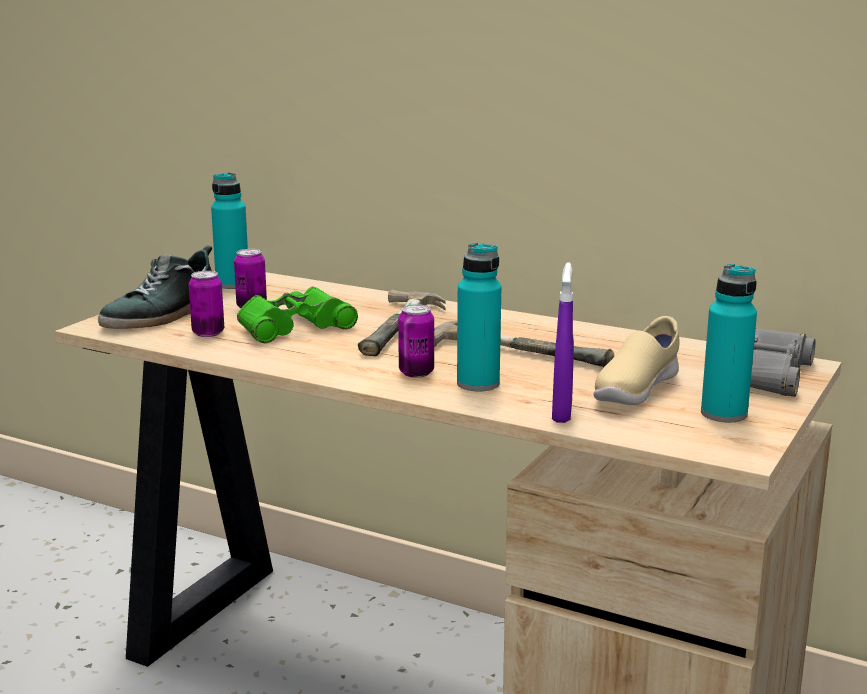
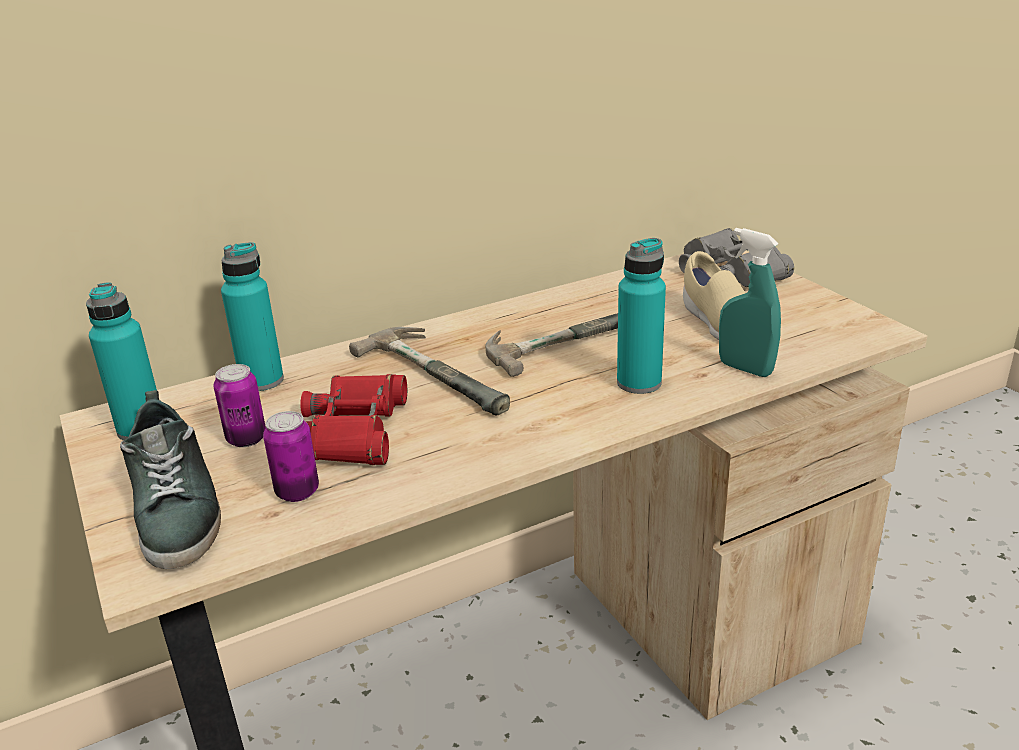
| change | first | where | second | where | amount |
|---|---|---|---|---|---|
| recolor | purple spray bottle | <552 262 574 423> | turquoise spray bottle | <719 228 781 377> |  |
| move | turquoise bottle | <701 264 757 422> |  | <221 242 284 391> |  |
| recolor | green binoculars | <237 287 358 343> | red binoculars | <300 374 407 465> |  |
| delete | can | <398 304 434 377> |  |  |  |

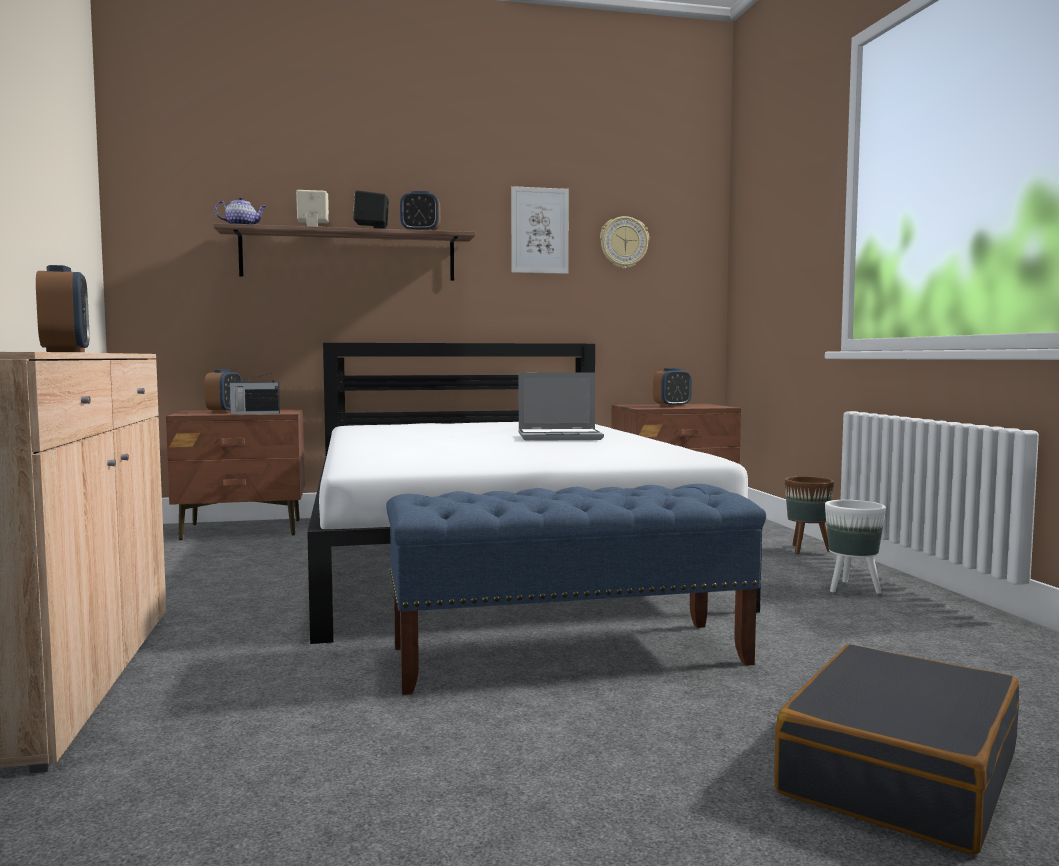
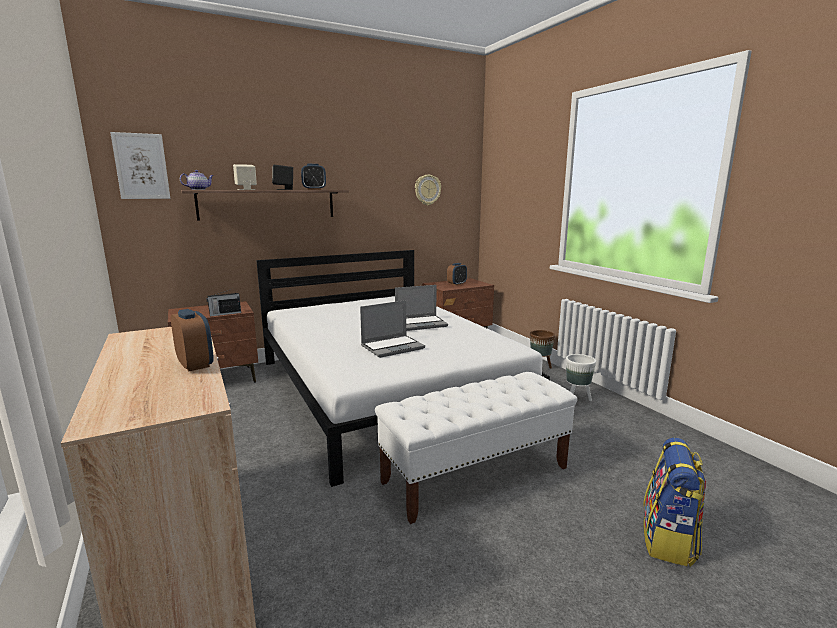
| change | first | where | second | where | amount |
|---|---|---|---|---|---|
| move | picture | <511 186 569 274> |  | <110 132 171 199> |  |
| delete | alarm clock | <204 369 242 413> |  |  |  |
| recolor | blue bench | <386 484 766 695> | white bench | <375 372 578 524> |  |
| replace | black suitcase | <774 644 1019 855> | backpack | <643 437 706 567> |  |
| insert |  |  | laptop | <360 300 425 358> |  |

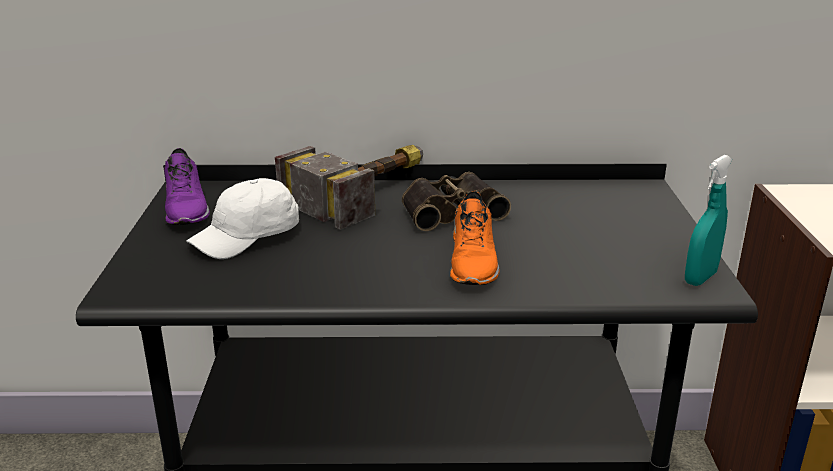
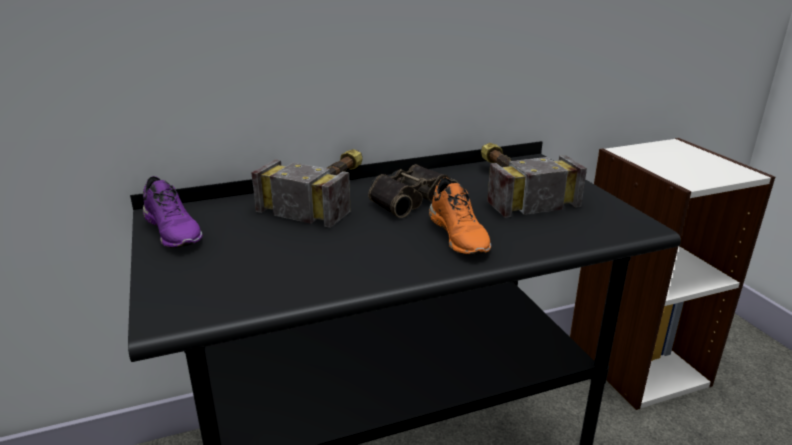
| change | first | where | second | where | amount |
|---|---|---|---|---|---|
| delete | turquoise spray bottle | <685 155 732 286> |  |  |  |
| delete | white cap | <186 178 299 259> |  |  |  |
| insert |  |  | hammer | <481 143 587 218> |  |

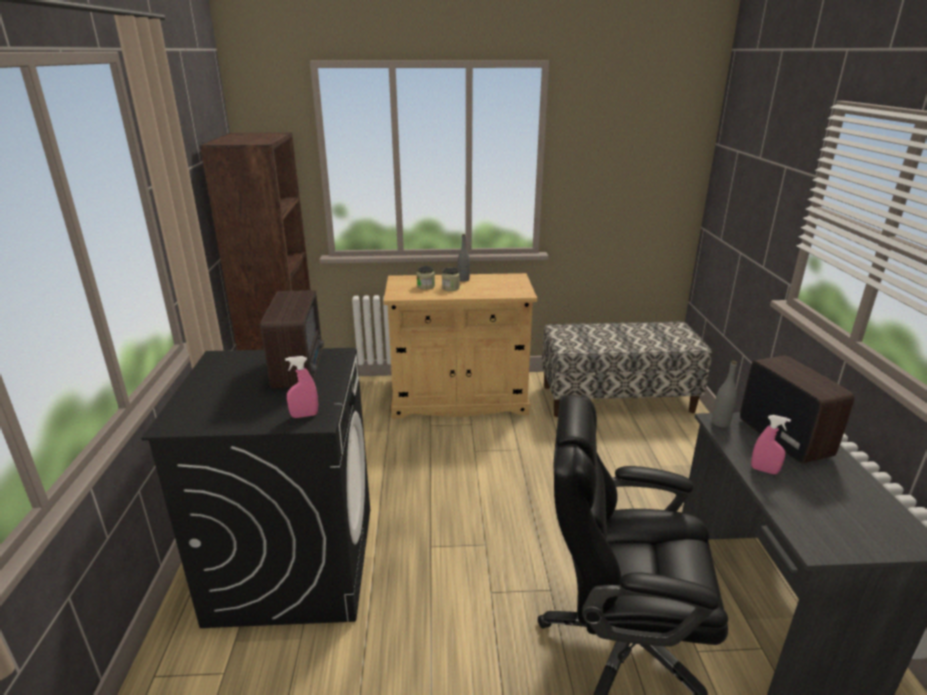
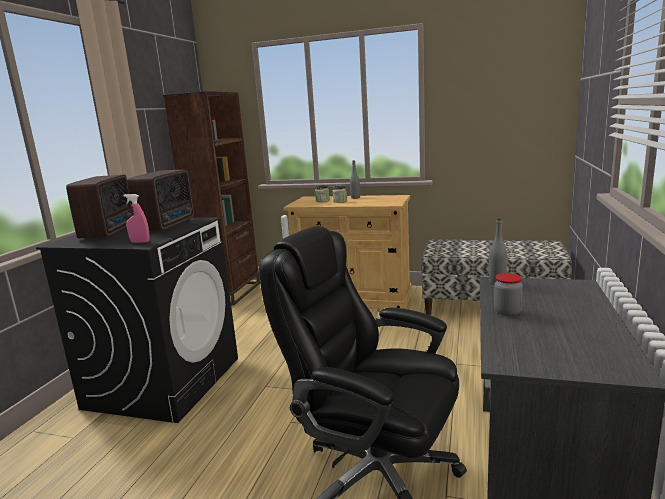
| change | first | where | second | where | amount |
|---|---|---|---|---|---|
| move | radio | <740 355 854 463> |  | <66 175 133 238> |  |
| replace | pink spray bottle | <751 415 791 474> | jar | <494 273 523 316> |  |

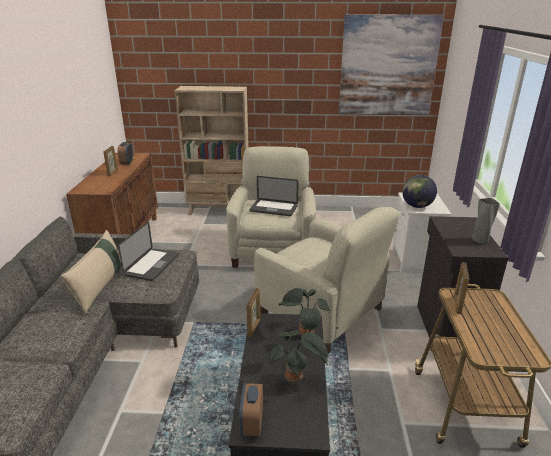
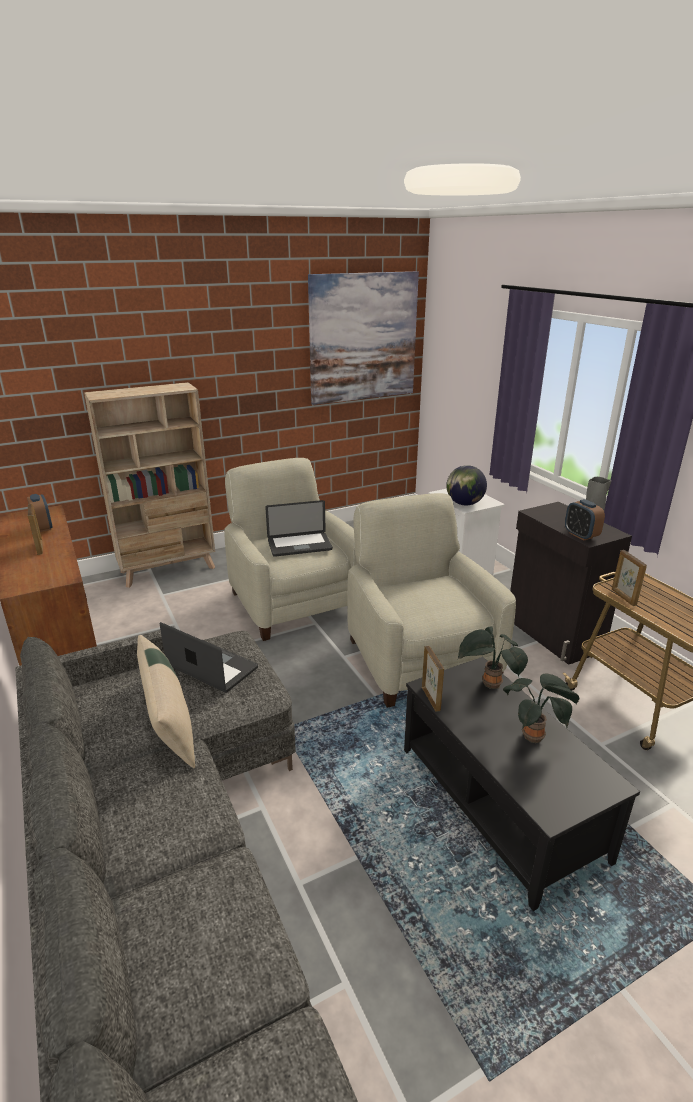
| change | first | where | second | where | amount |
|---|---|---|---|---|---|
| rotate | beige armchair | <254 207 400 354> |  | <347 493 516 708> | 120 degrees counterclockwise |
| rotate | laptop | <118 222 179 281> |  | <160 622 258 693> | 45 degrees counterclockwise |
| move | alarm clock | <239 383 263 436> |  | <565 499 605 540> |  |

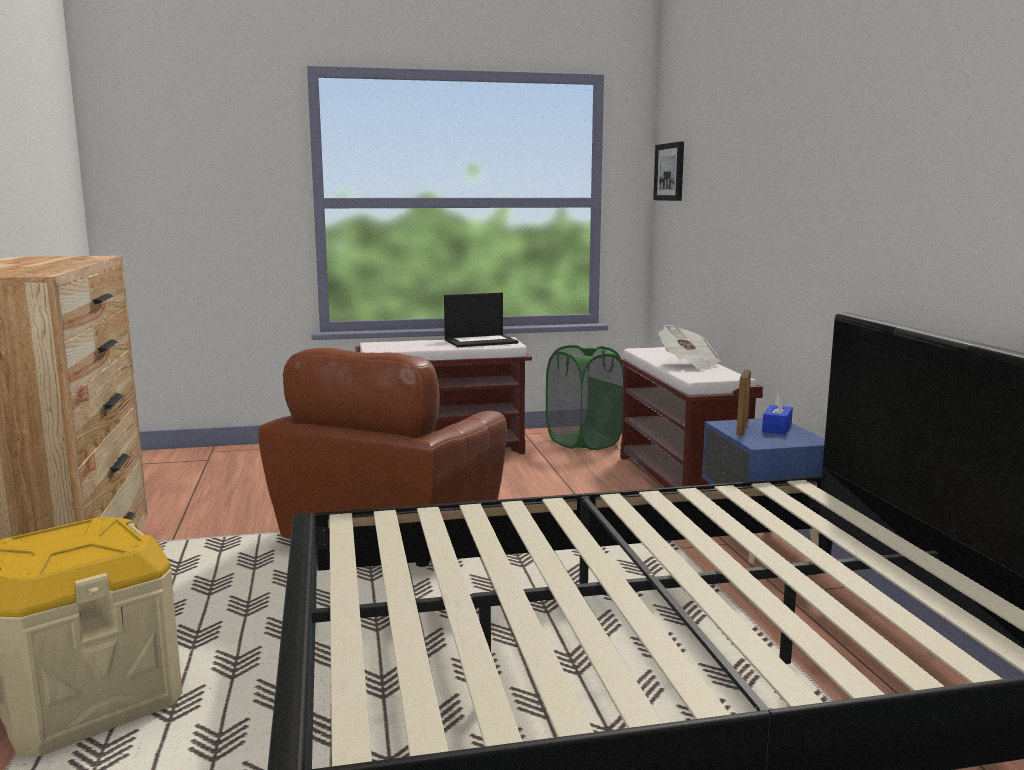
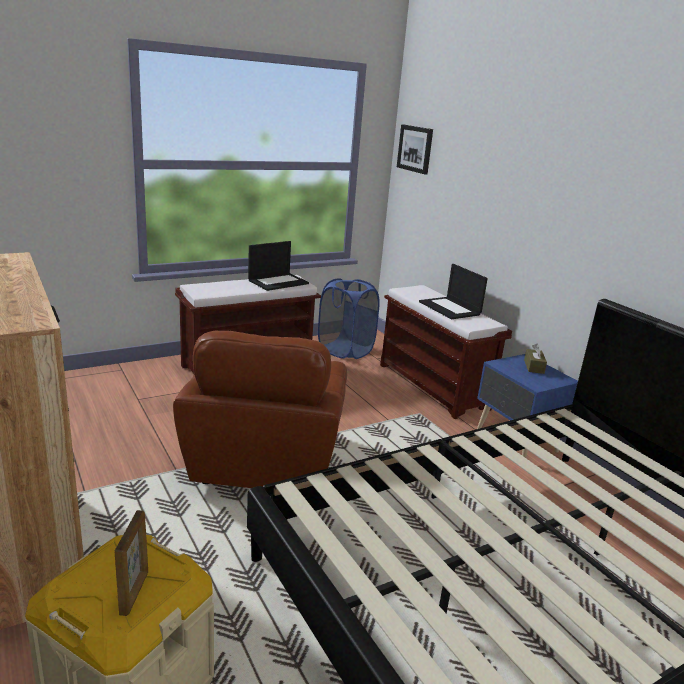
| change | first | where | second | where | amount |
|---|---|---|---|---|---|
| replace | newspaper | <658 325 721 370> | laptop | <419 264 488 319> |  |
| recolor | green laundry basket | <546 345 624 450> | blue laundry basket | <318 278 380 359> |  |
| move | picture frame | <736 369 751 436> |  | <115 510 148 616> |  |
| recolor | blue tissue box | <762 393 793 435> | brown tissue box | <524 343 547 374> |  |

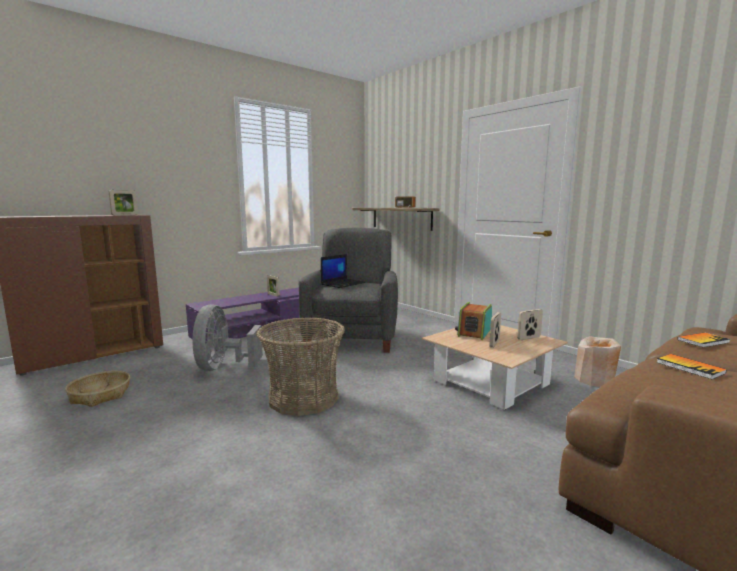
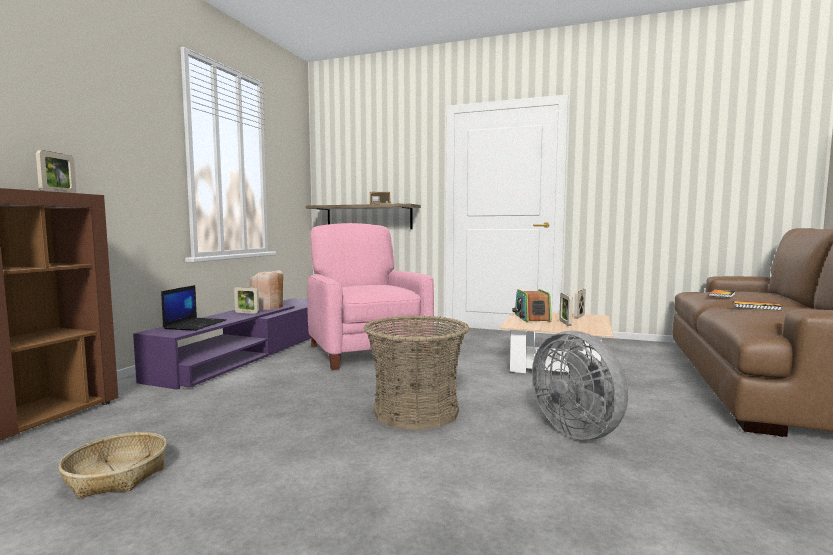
| change | first | where | second | where | amount |
|---|---|---|---|---|---|
| recolor | grey armchair | <299 227 398 353> | pink armchair | <307 223 434 370> |  |
| move | laptop | <321 254 366 288> |  | <161 285 227 331> |  |
| move | grey fan | <192 304 263 371> |  | <532 331 628 440> |  |
| move | beige vase | <574 336 621 387> |  | <249 270 283 310> |  |

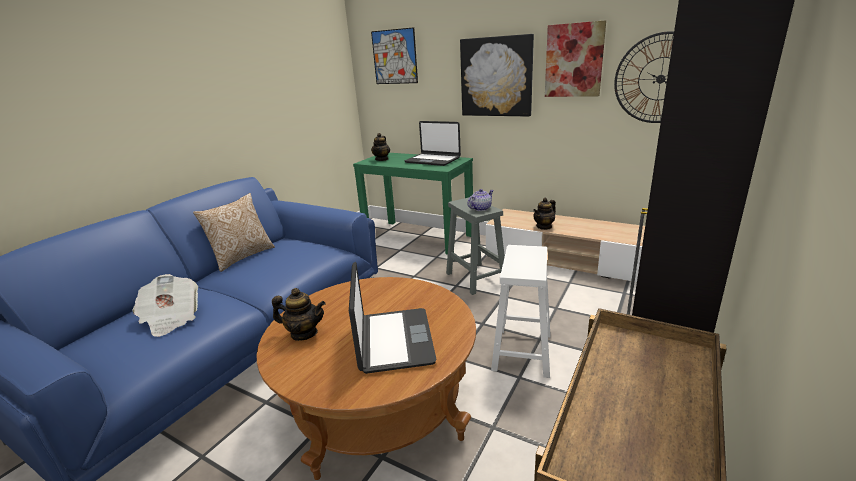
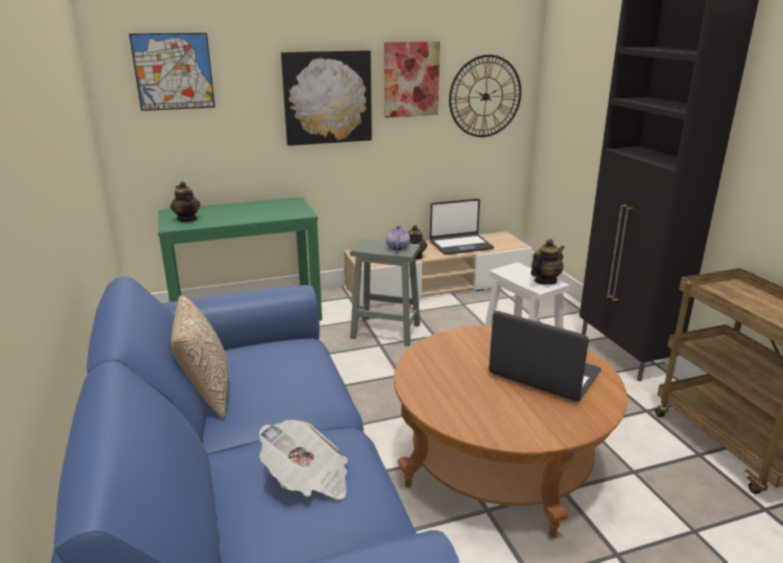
| change | first | where | second | where | amount |
|---|---|---|---|---|---|
| move | laptop | <405 121 461 166> |  | <430 199 494 255> |  |
| move | teapot | <272 288 326 341> |  | <531 239 565 285> |  |

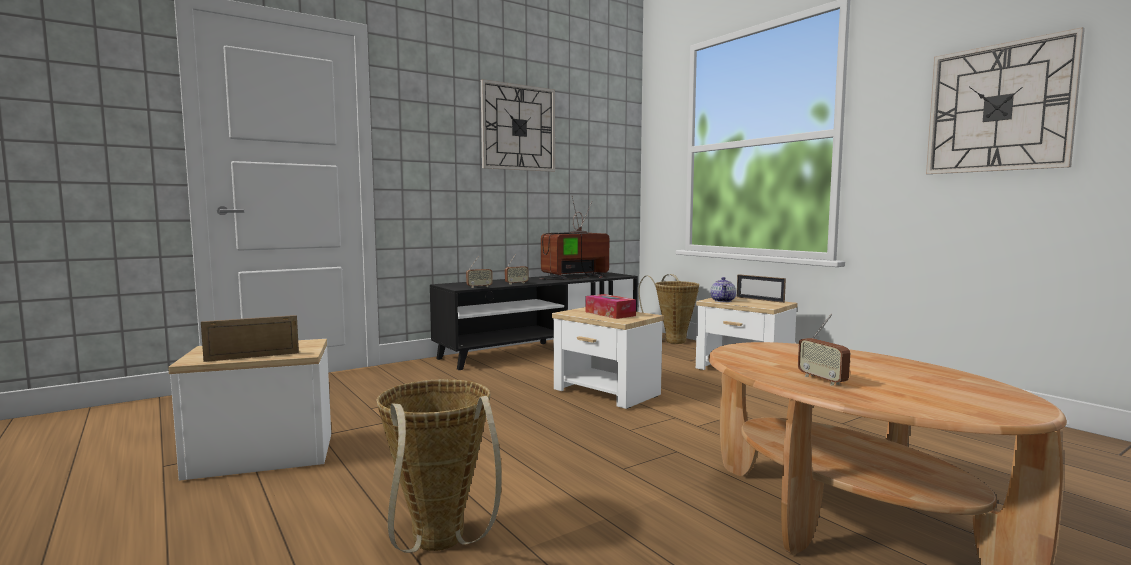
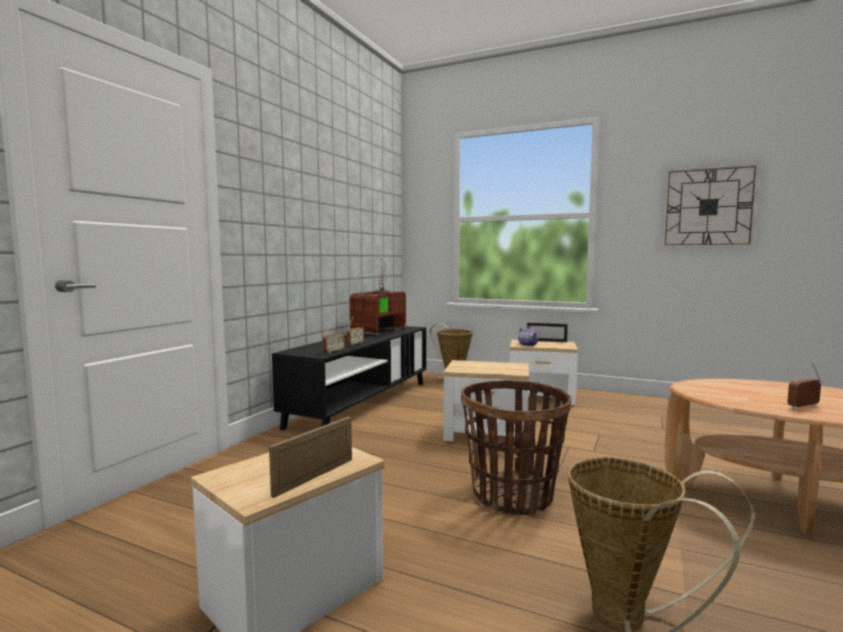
| change | first | where | second | where | amount |
|---|---|---|---|---|---|
| delete | wall clock | <481 79 555 172> |  |  |  |
| delete | tissue box | <585 294 636 319> |  |  |  |
| rotate | radio | <798 314 850 386> |  | <787 361 822 410> | 120 degrees clockwise |
| insert |  |  | basket | <461 380 571 516> |  |

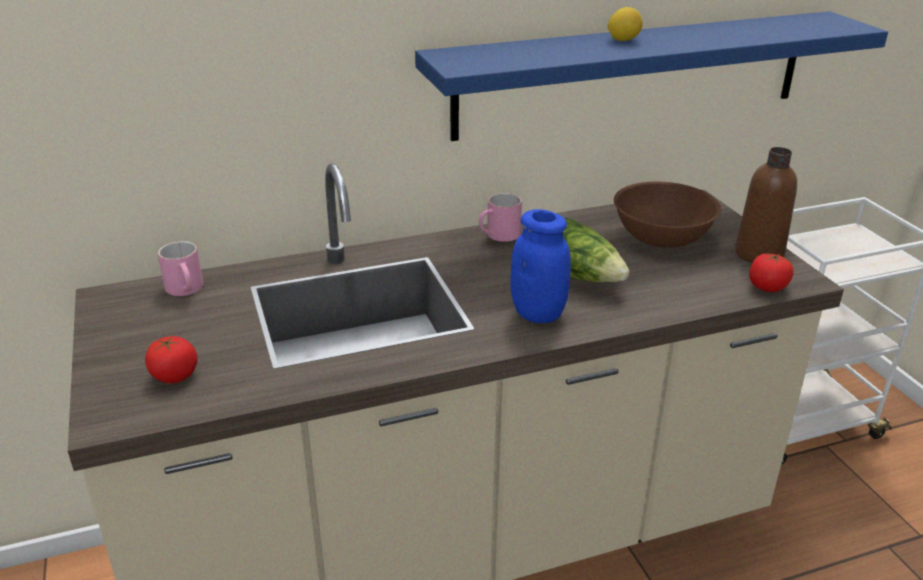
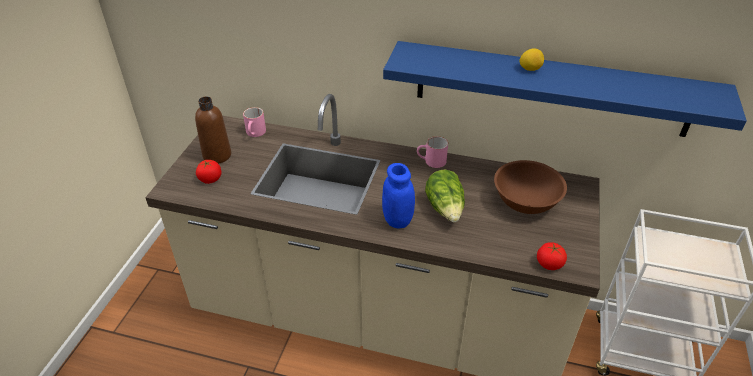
| change | first | where | second | where | amount |
|---|---|---|---|---|---|
| move | brown bottle | <735 147 797 263> |  | <195 97 231 164> |  |

